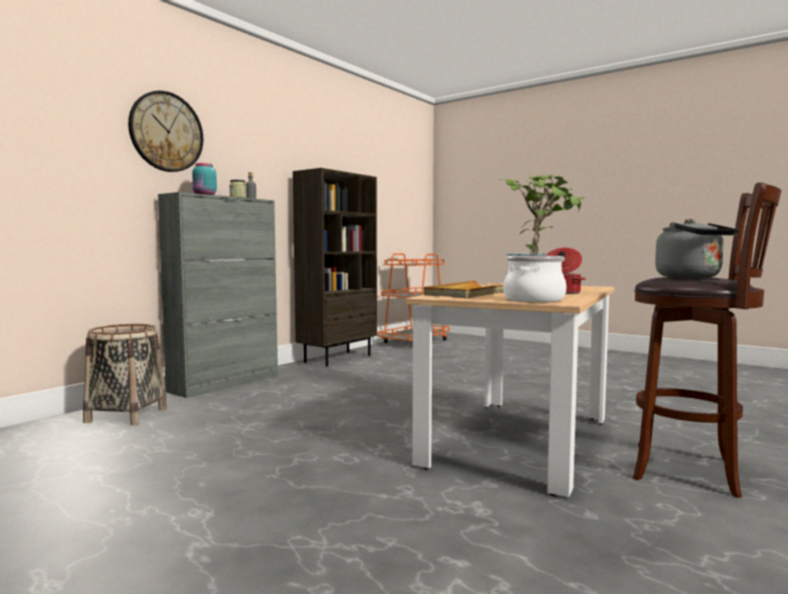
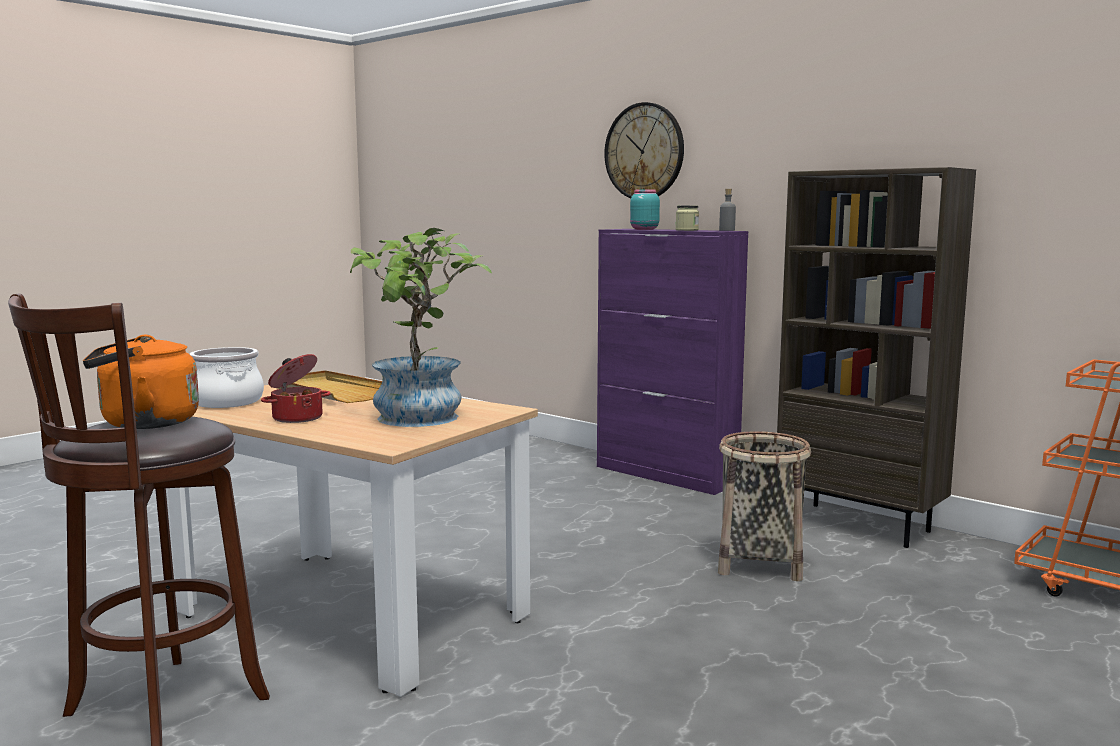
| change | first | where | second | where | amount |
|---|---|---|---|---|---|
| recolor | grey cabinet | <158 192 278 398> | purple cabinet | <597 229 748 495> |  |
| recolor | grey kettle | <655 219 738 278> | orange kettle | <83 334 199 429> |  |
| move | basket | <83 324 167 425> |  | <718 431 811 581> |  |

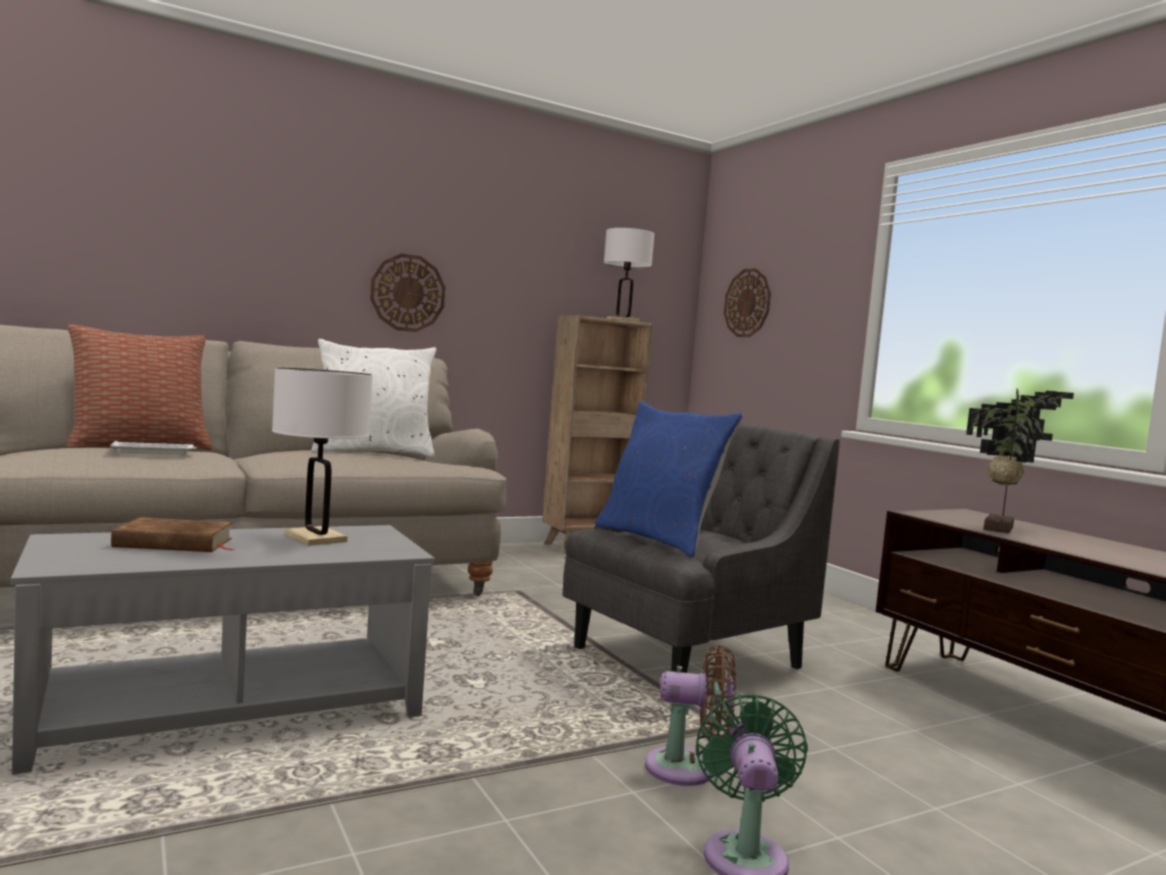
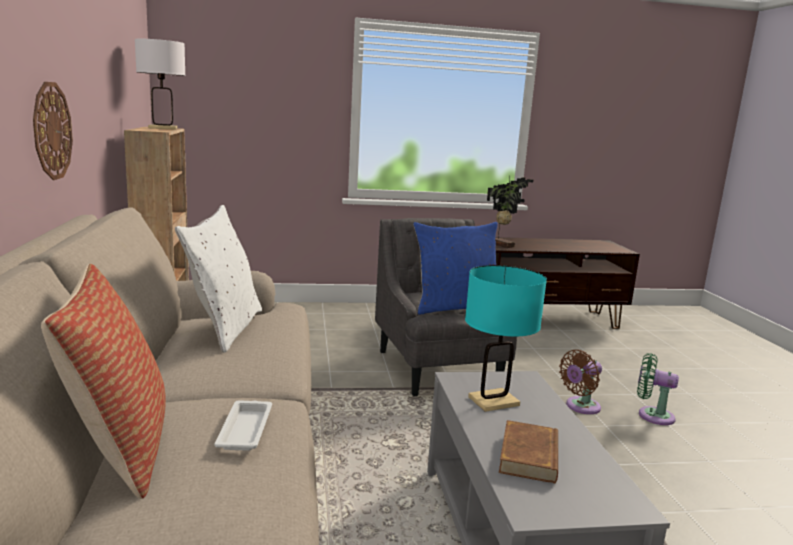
| change | first | where | second | where | amount |
|---|---|---|---|---|---|
| delete | wall clock | <724 268 771 337> |  |  |  |
| recolor | white table lamp | <272 367 373 546> | turquoise table lamp | <465 265 547 412> |  |
| rotate | brown fan | <645 645 736 786> |  | <559 350 602 414> | 150 degrees counterclockwise |

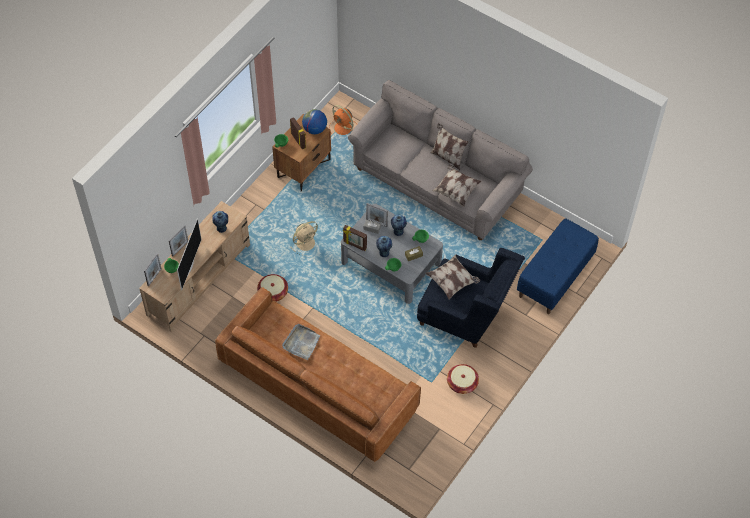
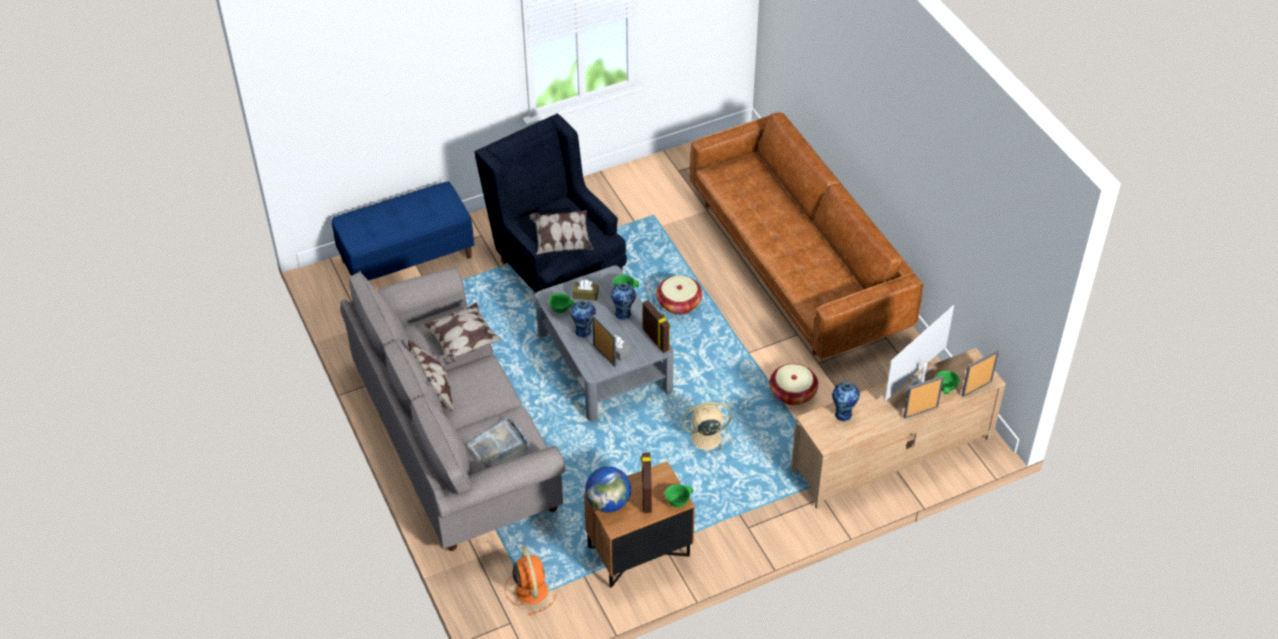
| change | first | where | second | where | amount |
|---|---|---|---|---|---|
| move | grey tray | <282 324 320 360> |  | <467 416 531 469> |  |
| move | basket | <447 364 479 394> |  | <656 275 702 315> |  |

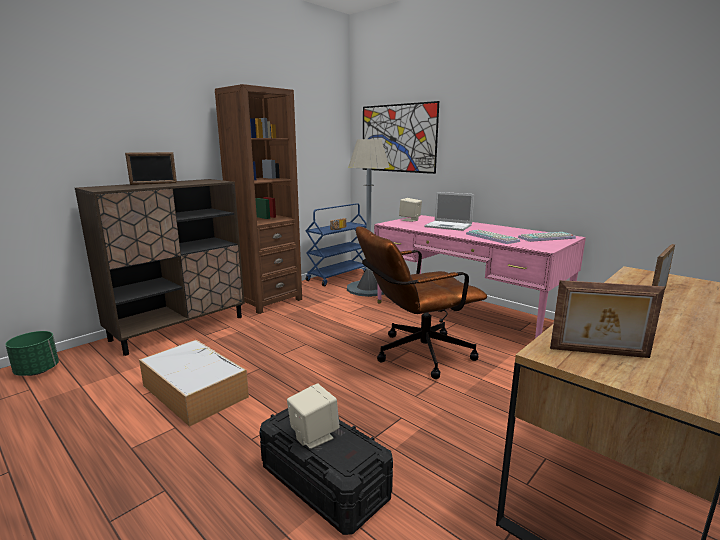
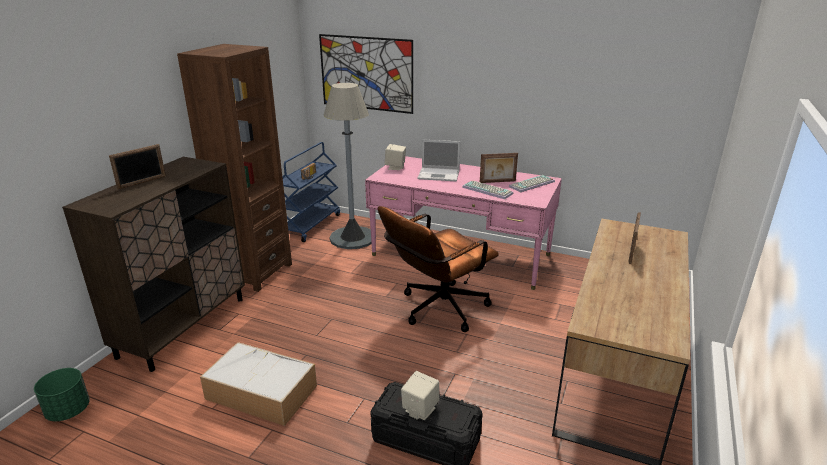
| change | first | where | second | where | amount |
|---|---|---|---|---|---|
| move | picture frame | <550 280 665 358> |  | <480 153 518 183> |  |

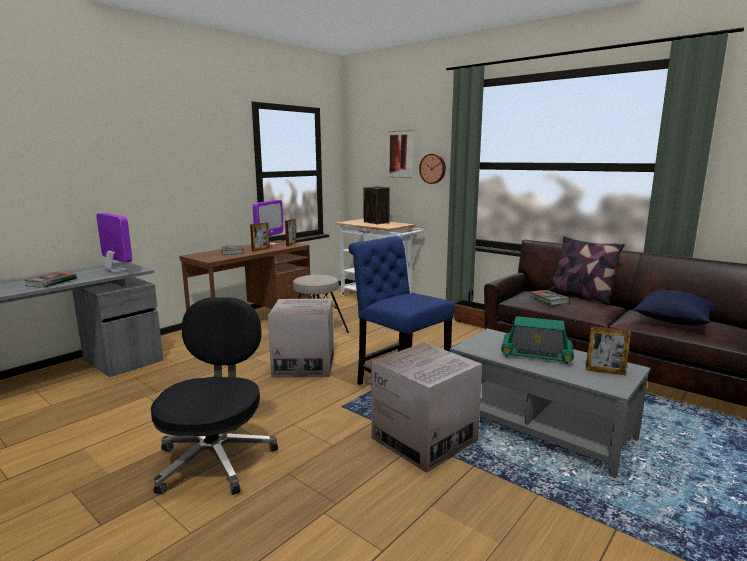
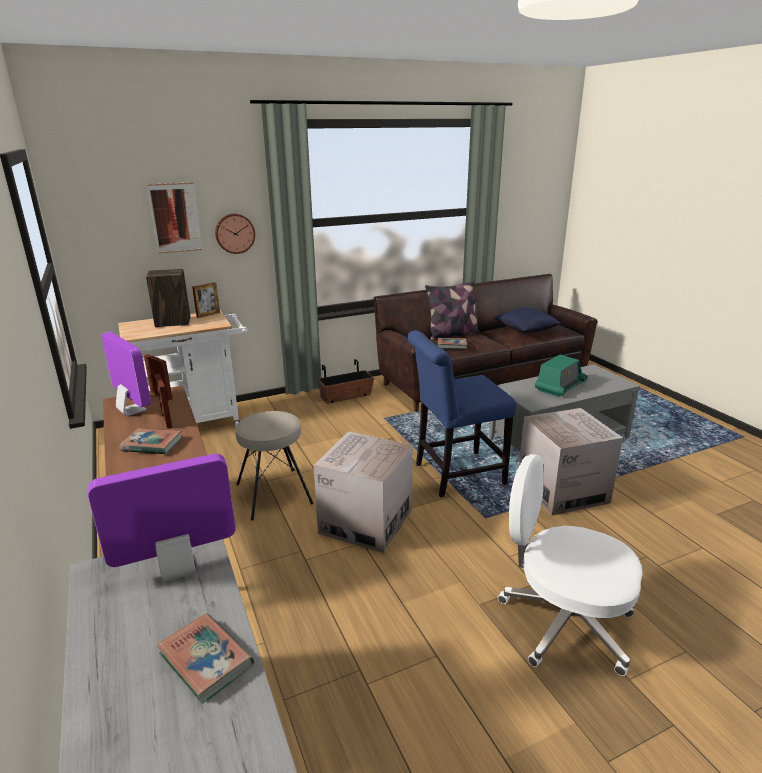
| change | first | where | second | where | amount |
|---|---|---|---|---|---|
| recolor | black office chair | <151 297 278 495> | white office chair | <498 454 643 676> |  |
| move | picture frame | <586 326 631 375> |  | <192 282 220 318> |  |

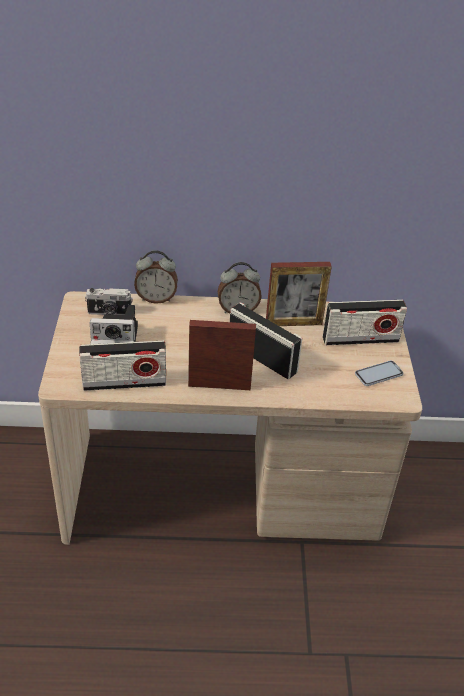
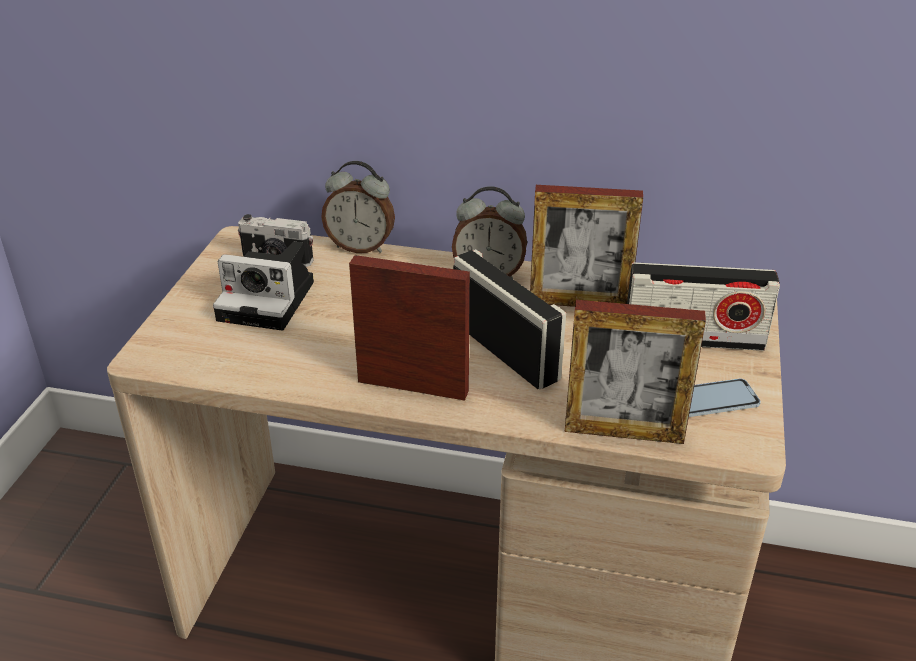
| change | first | where | second | where | amount |
|---|---|---|---|---|---|
| delete | radio | <79 340 166 391> |  |  |  |
| insert |  |  | picture frame | <565 300 706 444> |  |

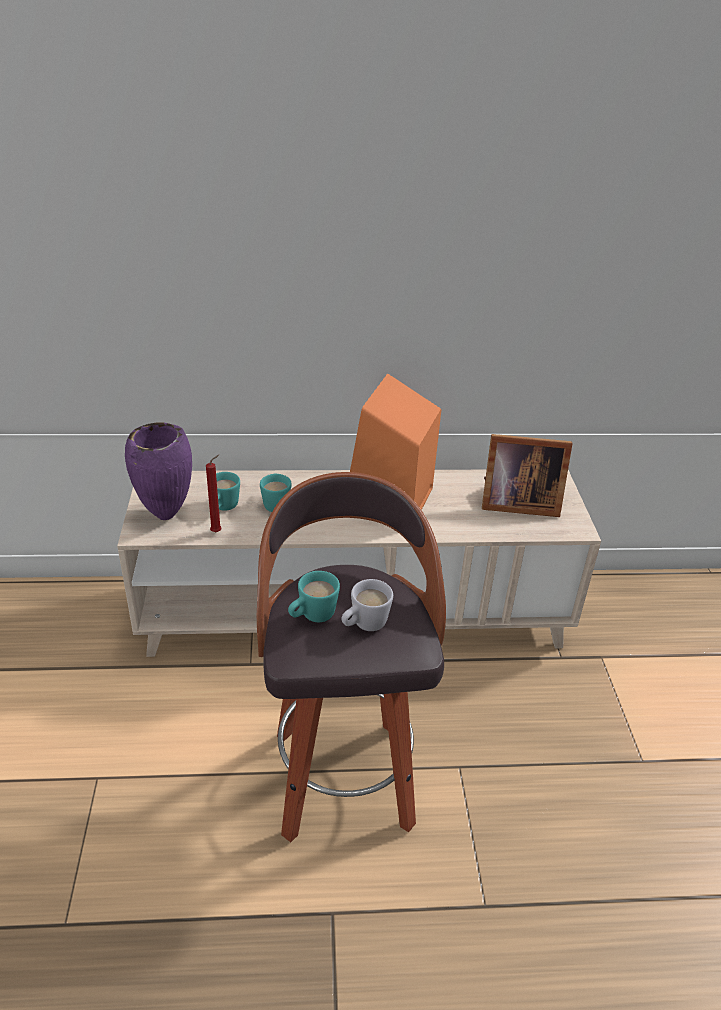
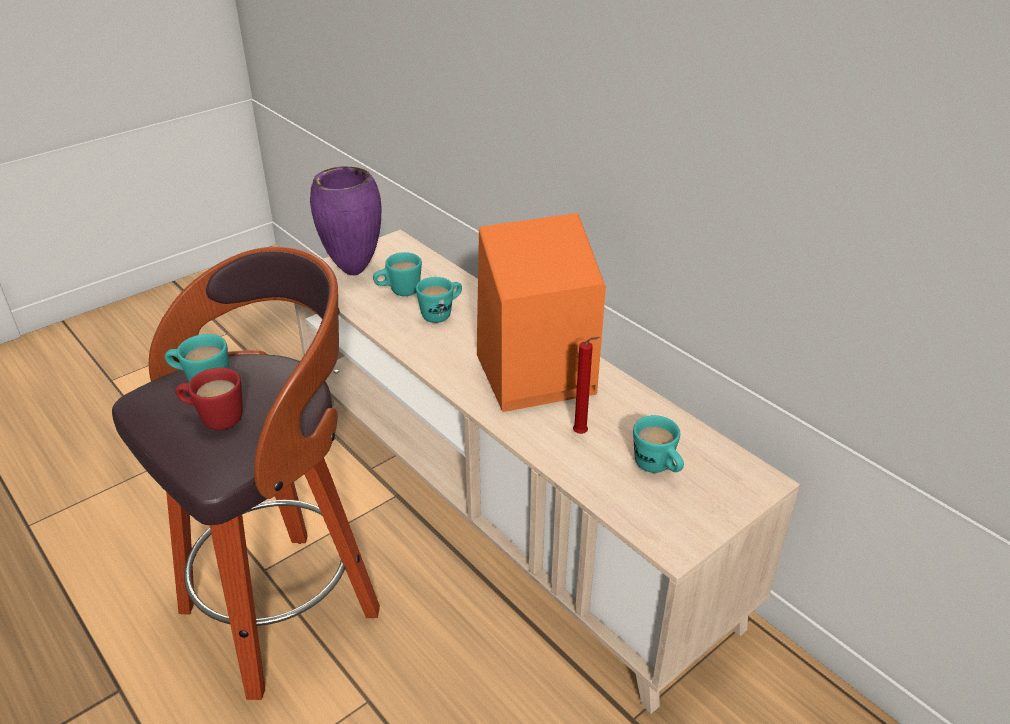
| change | first | where | second | where | amount |
|---|---|---|---|---|---|
| replace | picture frame | <482 434 573 517> | turquoise mug | <633 415 684 473> |  |
| move | red candle | <206 455 222 532> |  | <573 337 600 434> |  |
| recolor | white mug | <342 579 393 631> | red mug | <175 368 242 430> |  |

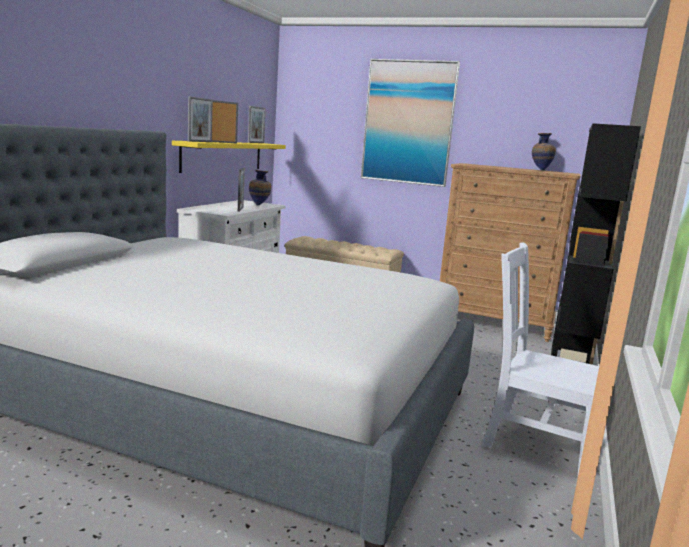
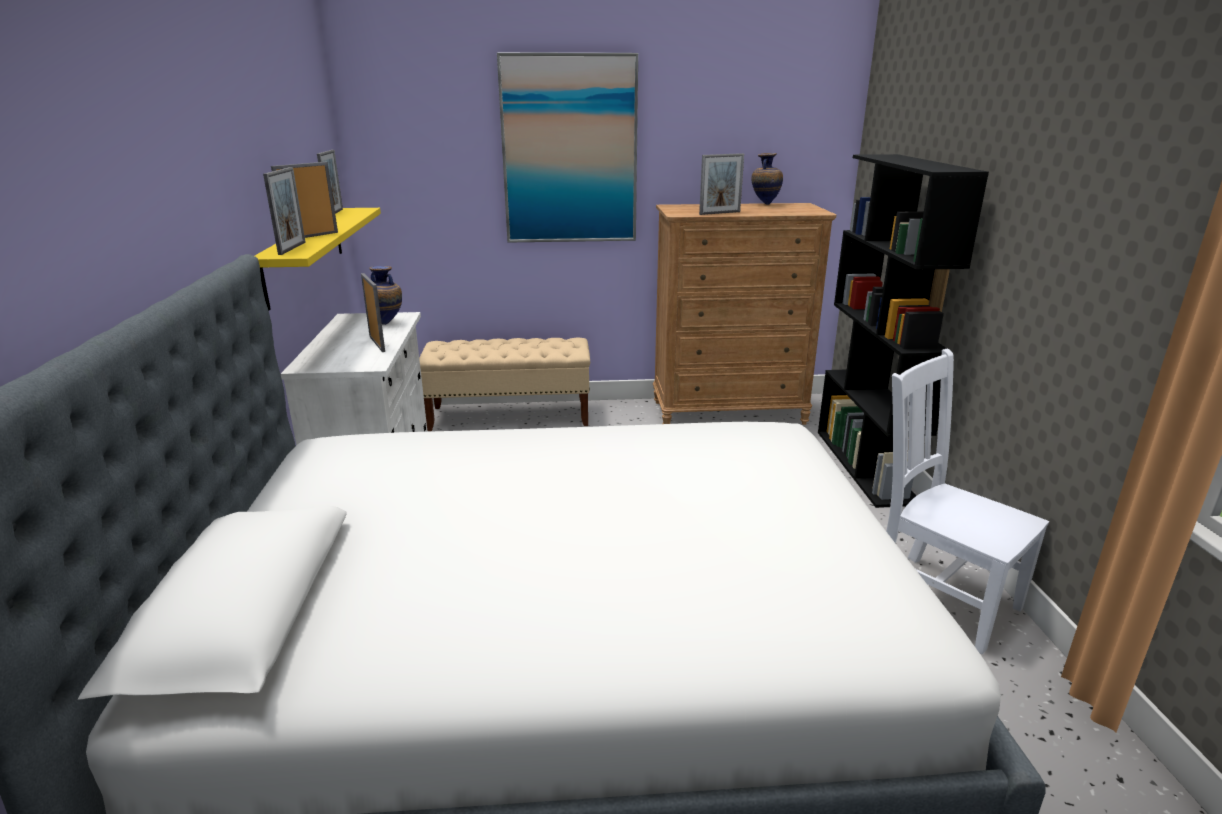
| change | first | where | second | where | amount |
|---|---|---|---|---|---|
| rotate | white chair | <482 242 599 477> |  | <886 349 1049 654> | 45 degrees clockwise |
| insert |  |  | picture frame | <699 153 744 215> |  |

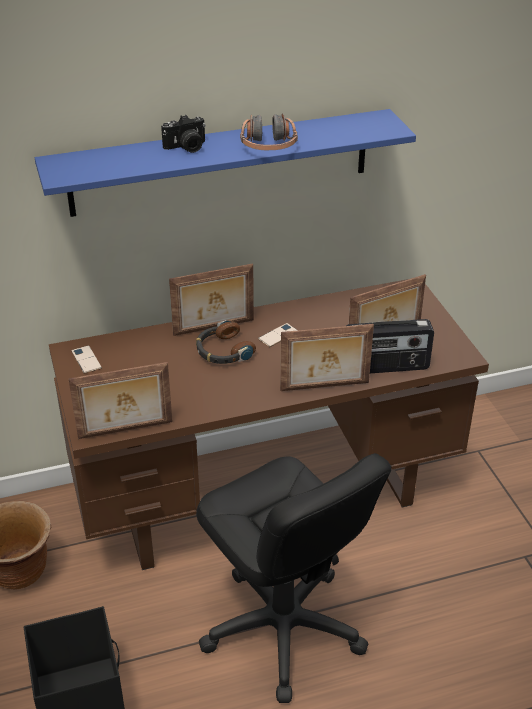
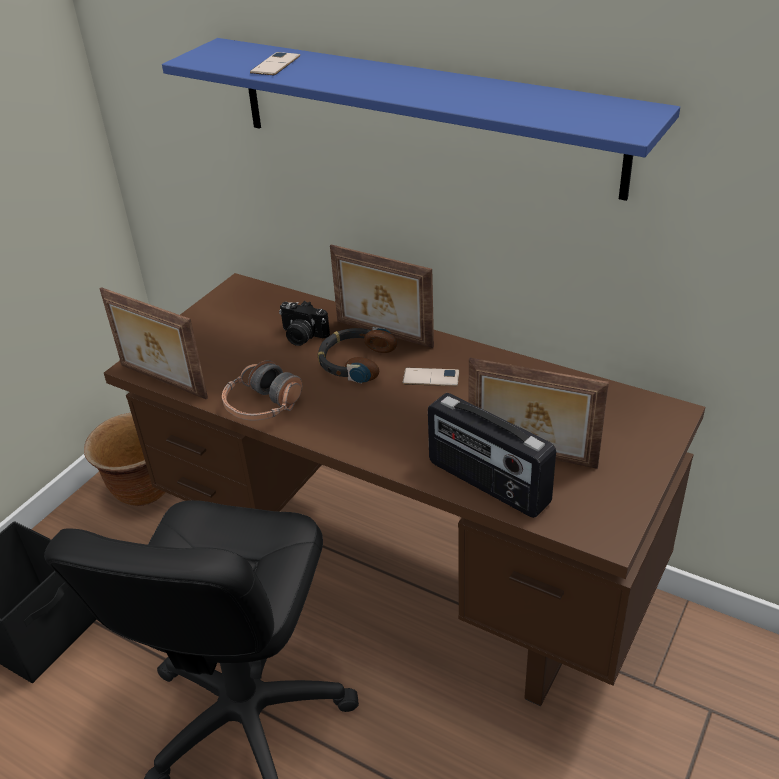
| change | first | where | second | where | amount |
|---|---|---|---|---|---|
| move | headphones | <240 114 298 150> |  | <222 360 303 420> |  |
| move | photo camera | <161 115 206 153> |  | <279 301 330 346> |  |
| delete | picture frame | <280 324 374 391> |  |  |  |
| move | phone | <71 345 102 374> |  | <250 52 300 75> |  |

